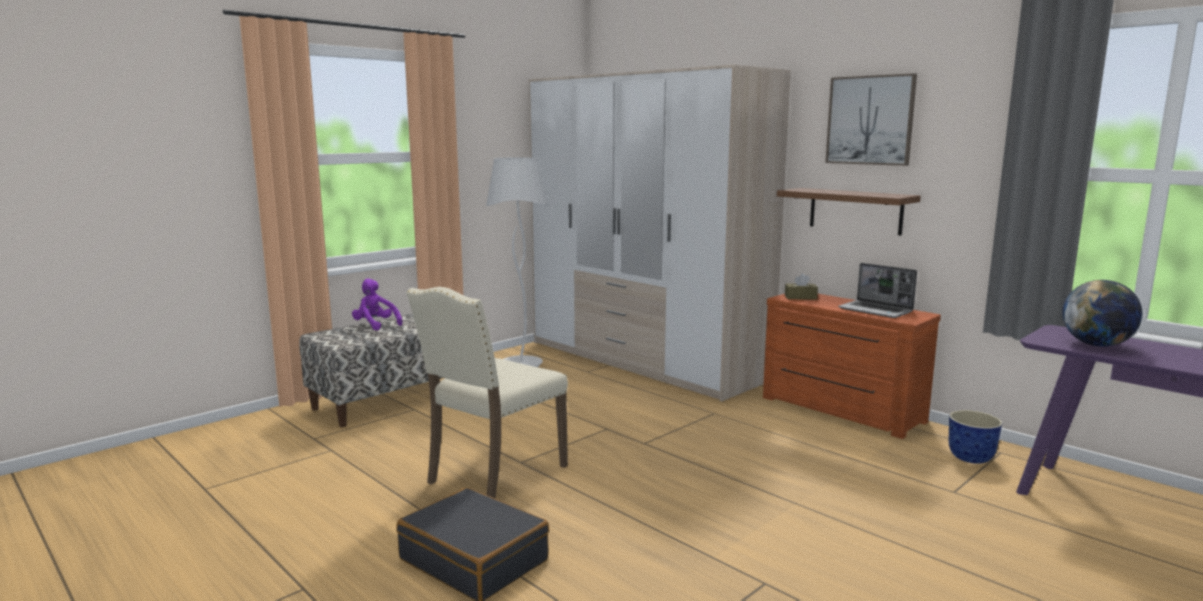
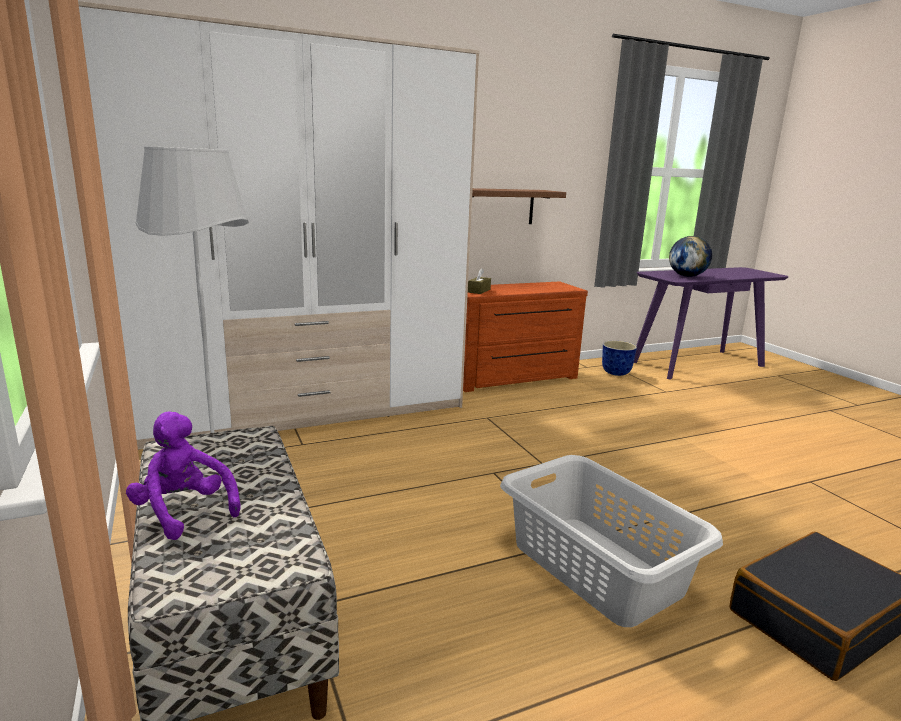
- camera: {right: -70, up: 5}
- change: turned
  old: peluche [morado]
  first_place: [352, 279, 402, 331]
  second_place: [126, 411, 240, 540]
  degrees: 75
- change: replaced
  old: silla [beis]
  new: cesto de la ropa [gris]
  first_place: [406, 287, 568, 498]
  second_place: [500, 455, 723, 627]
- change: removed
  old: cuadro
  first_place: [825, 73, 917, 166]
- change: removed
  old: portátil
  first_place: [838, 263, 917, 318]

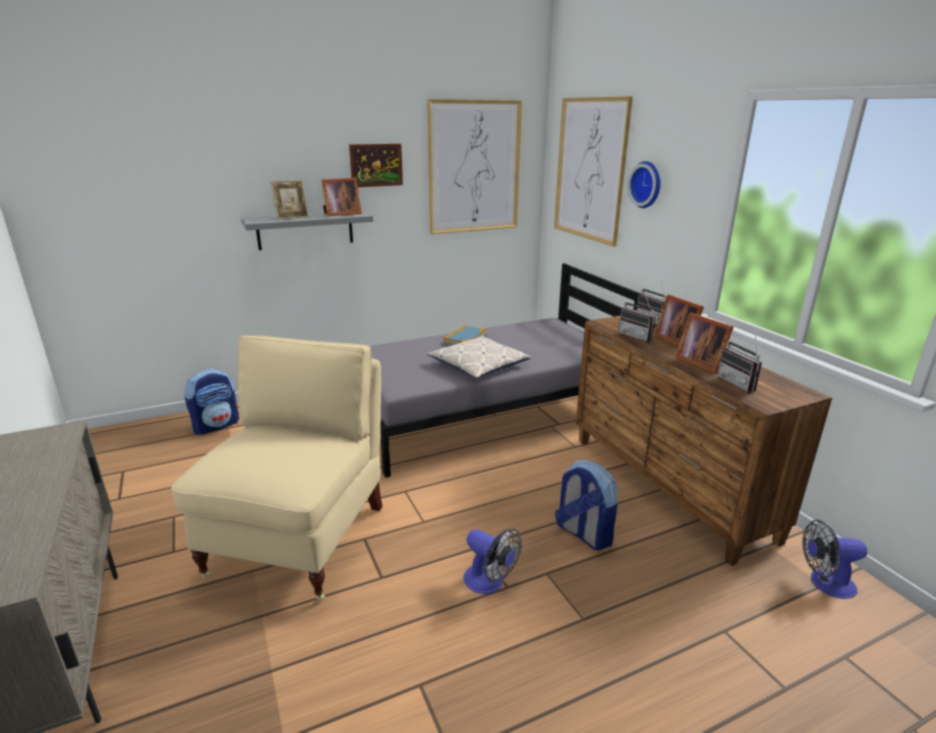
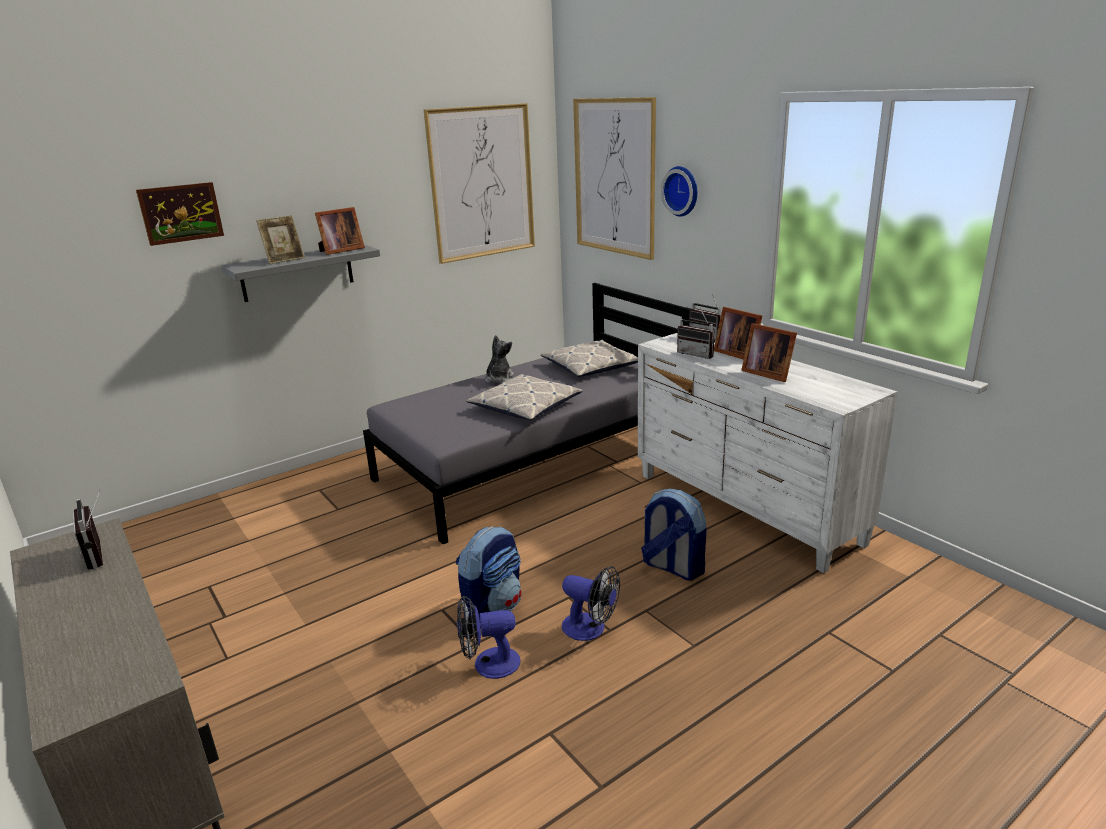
- camera: {right: -10, up: 0}
- change: moved
  old: radio
  first_place: [717, 336, 762, 393]
  second_place: [73, 488, 103, 570]
- change: moved
  old: cuadro
  first_place: [349, 144, 403, 187]
  second_place: [136, 182, 224, 246]
- change: moved
  old: mochila
  first_place: [185, 368, 239, 435]
  second_place: [456, 526, 521, 629]
- change: moved
  old: ventilador
  first_place: [802, 520, 868, 599]
  second_place: [457, 595, 521, 679]
- change: replaced
  old: libro
  new: peluche
  first_place: [444, 325, 486, 345]
  second_place: [485, 335, 514, 383]
- change: added
  new: cojín
  second_place: [541, 340, 638, 377]
- change: recoloured
  old: cómoda [marrón]
  new: cómoda [blanco]
  first_place: [576, 316, 832, 566]
  second_place: [638, 333, 897, 573]
- change: removed
  old: silla [beis]
  first_place: [171, 335, 382, 601]

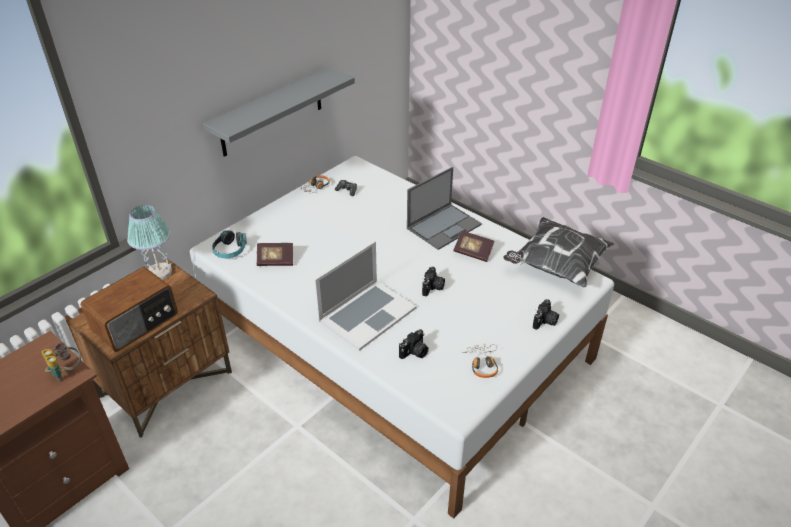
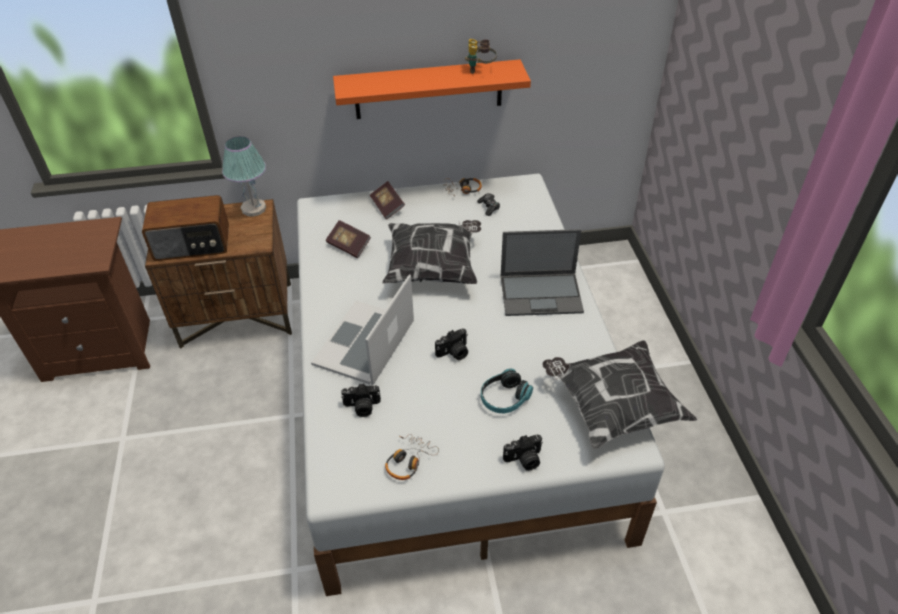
- camera: {right: 40, up: 5}
- change: turned
  old: portátil
  first_place: [315, 241, 417, 351]
  second_place: [311, 274, 414, 385]
  degrees: 120
- change: recoloured
  old: estante [gris]
  new: estante [naranja]
  first_place: [203, 67, 355, 157]
  second_place: [333, 59, 531, 119]
- change: moved
  old: libro
  first_place: [454, 231, 494, 262]
  second_place: [370, 181, 405, 220]
- change: added
  new: cojín
  second_place: [382, 220, 481, 284]
- change: moved
  old: prismáticos
  first_place: [41, 343, 81, 382]
  second_place: [465, 39, 497, 74]
- change: moved
  old: auriculares
  first_place: [212, 230, 247, 258]
  second_place: [481, 369, 533, 413]

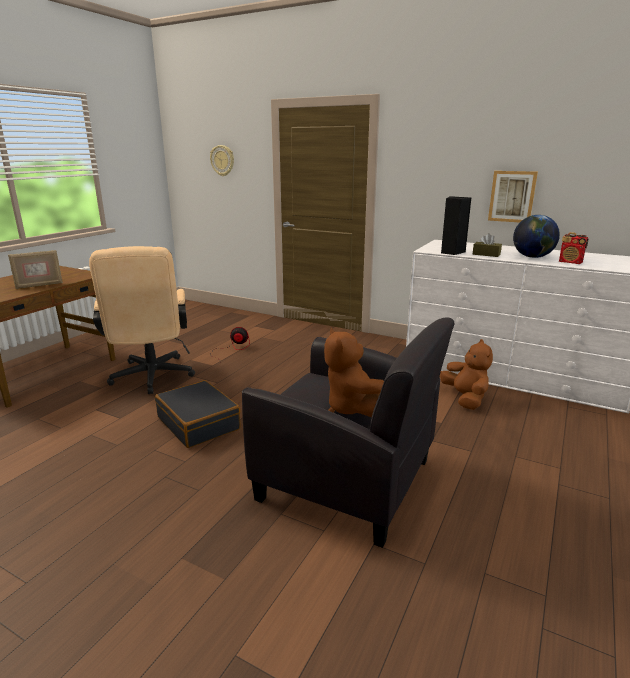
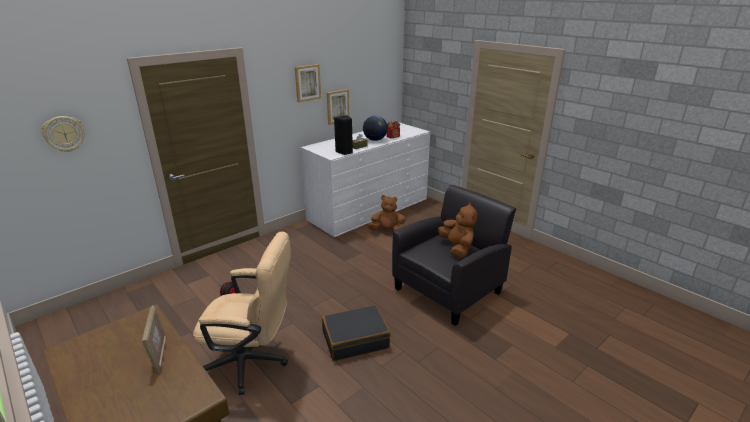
- camera: {right: -70, up: 5}
- change: added
  new: cuadro
  second_place: [295, 64, 321, 102]
- change: turned
  old: peluche [marrón]
  first_place: [324, 328, 384, 417]
  second_place: [438, 203, 477, 258]
  degrees: -105

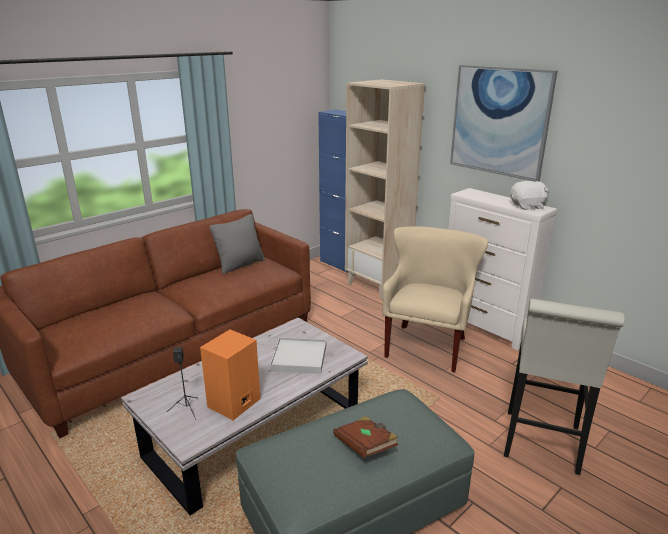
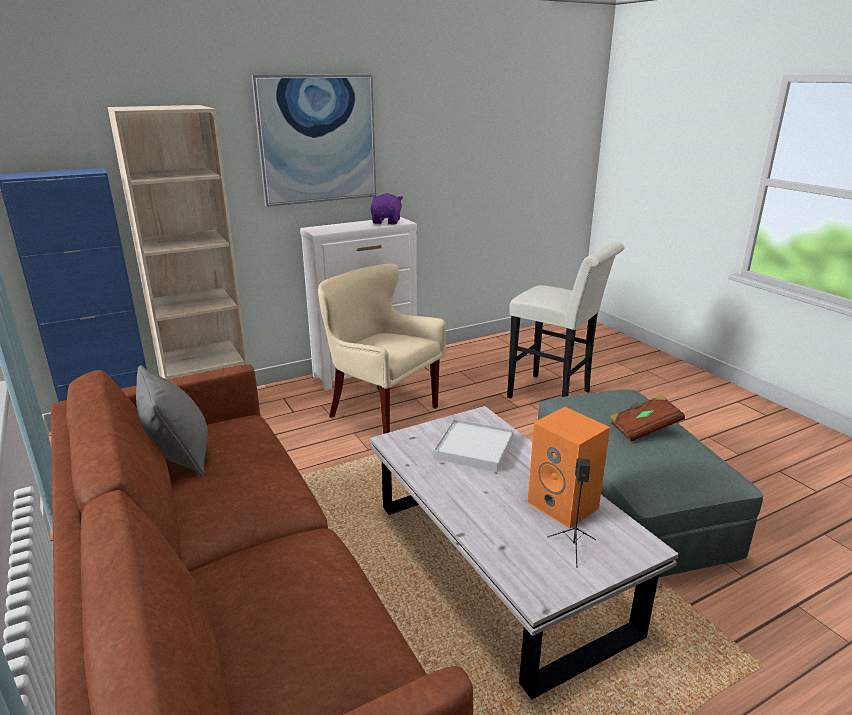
- camera: {right: -75, up: 0}
- change: recoloured
  old: peluche [blanco]
  new: peluche [morado]
  first_place: [510, 181, 549, 210]
  second_place: [370, 193, 403, 224]

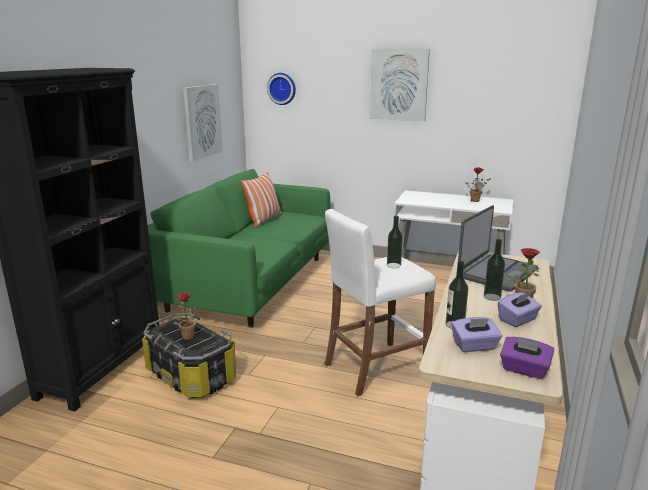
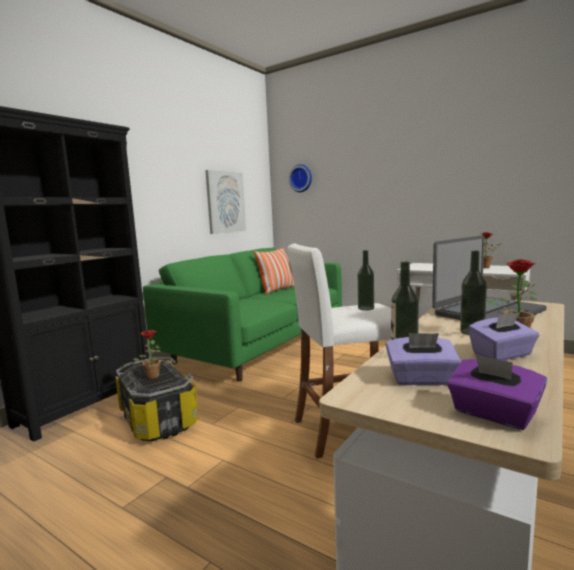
- camera: {right: 15, up: -10}
- change: removed
  old: cuadro
  first_place: [370, 49, 430, 121]

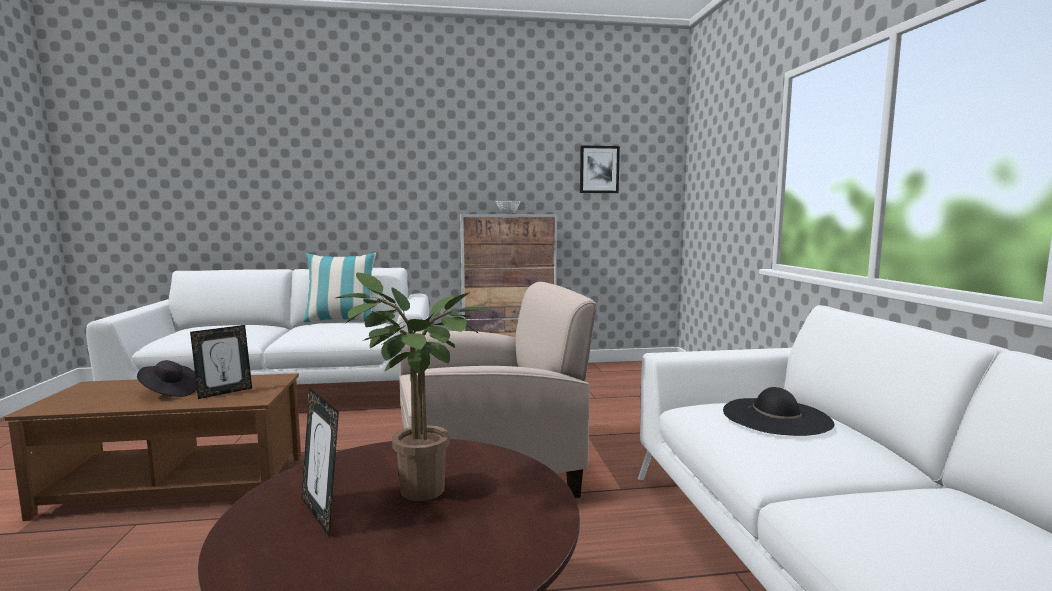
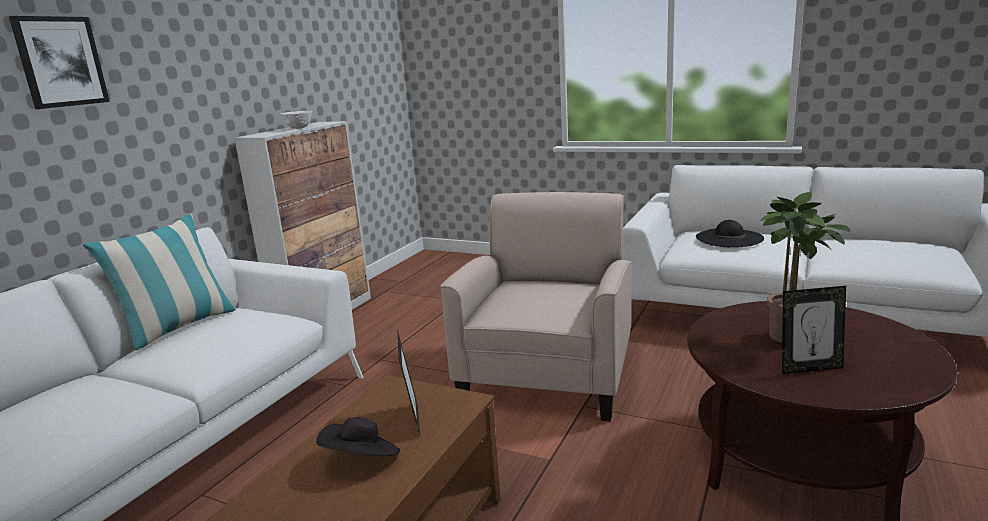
- camera: {right: -55, up: 10}
- change: moved
  old: cuadro
  first_place: [580, 145, 620, 193]
  second_place: [9, 16, 110, 109]

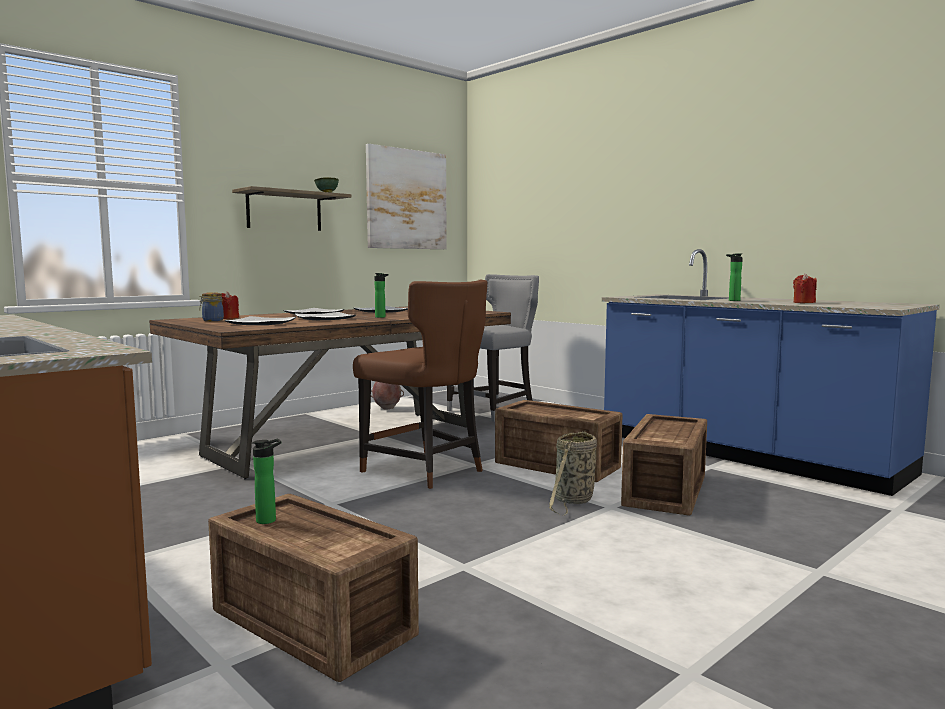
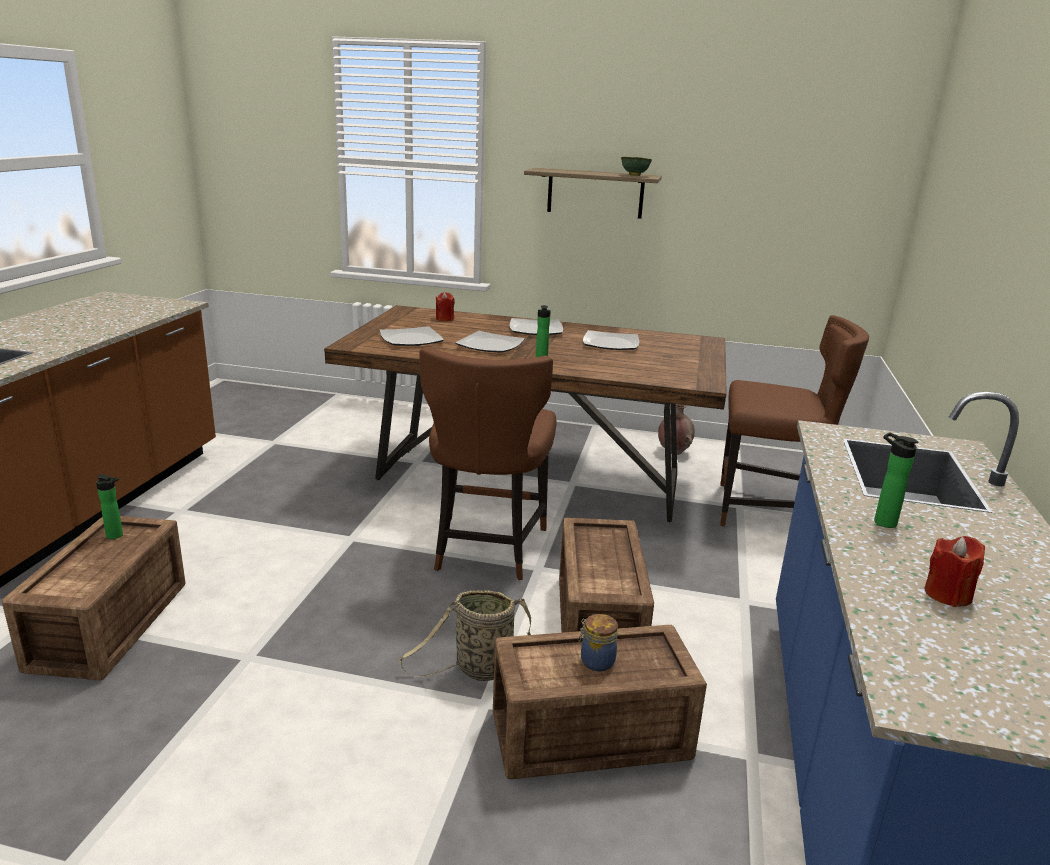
- camera: {right: 55, up: 15}
- change: moved
  old: tarro
  first_place: [199, 292, 224, 321]
  second_place: [578, 614, 618, 671]
- change: recoloured
  old: silla [gris]
  new: silla [marrón]
  first_place: [447, 274, 539, 422]
  second_place: [720, 315, 869, 527]
- change: removed
  old: cuadro
  first_place: [366, 144, 447, 249]

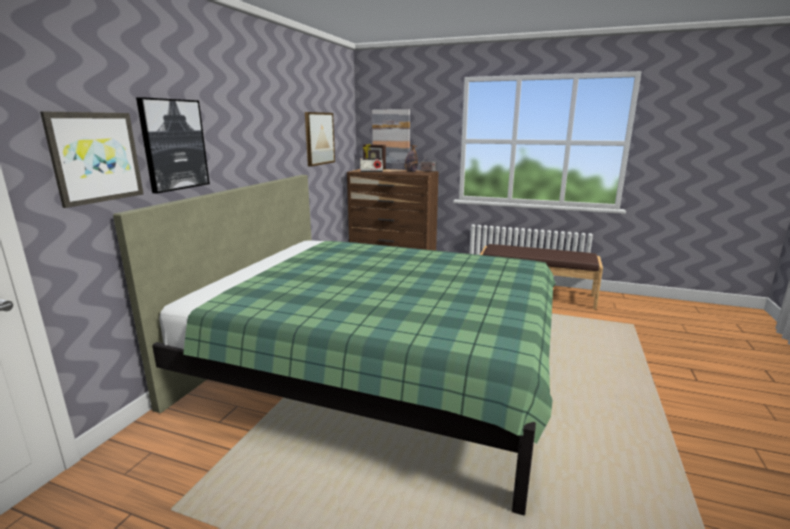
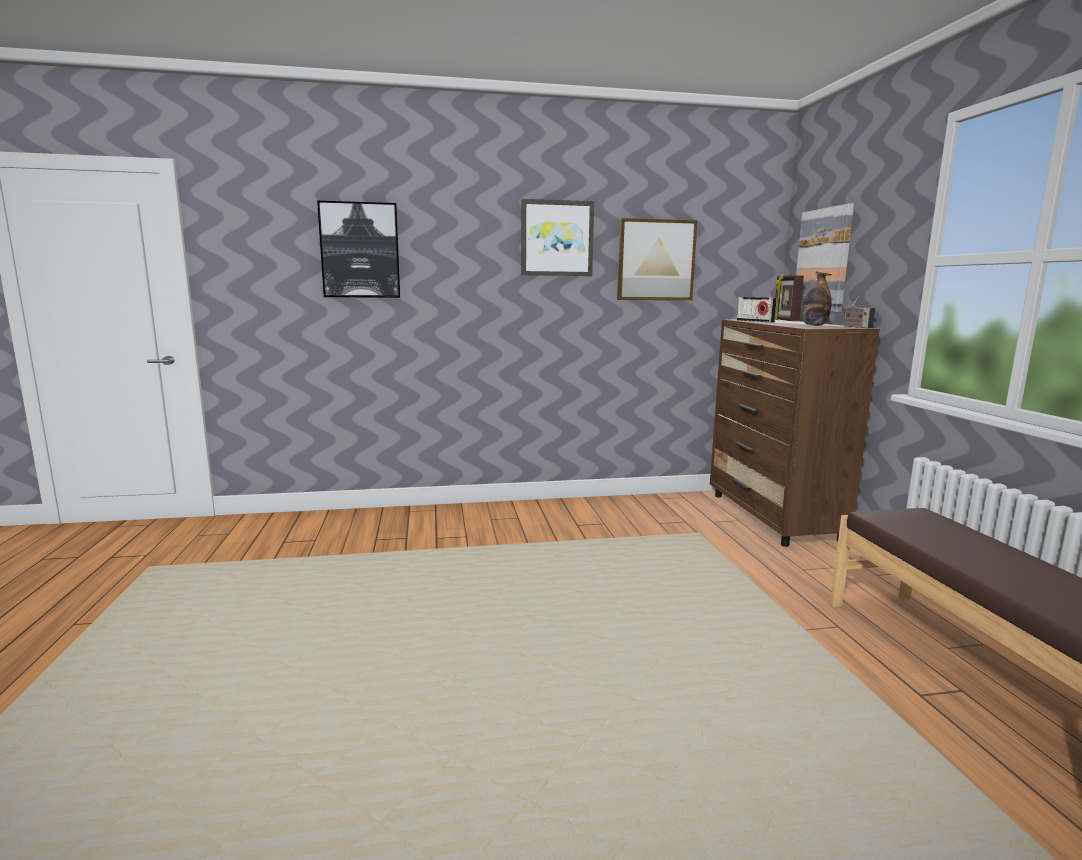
- camera: {right: 60, up: -5}
- change: moved
  old: cuadro
  first_place: [40, 111, 143, 208]
  second_place: [521, 199, 594, 276]
- change: removed
  old: cama [verde]
  first_place: [113, 175, 556, 515]

